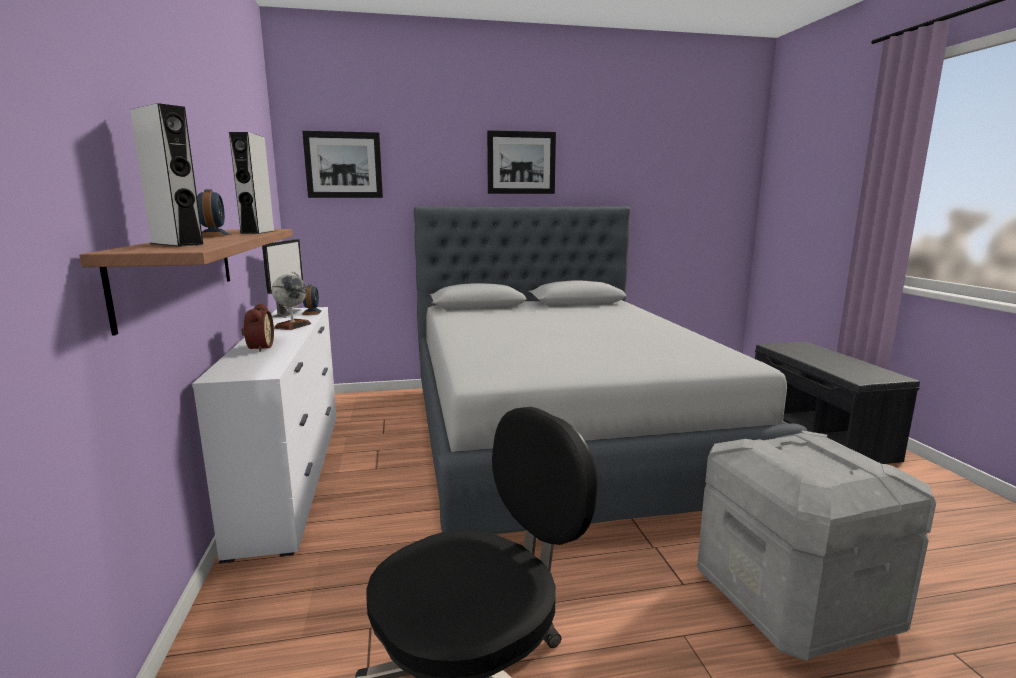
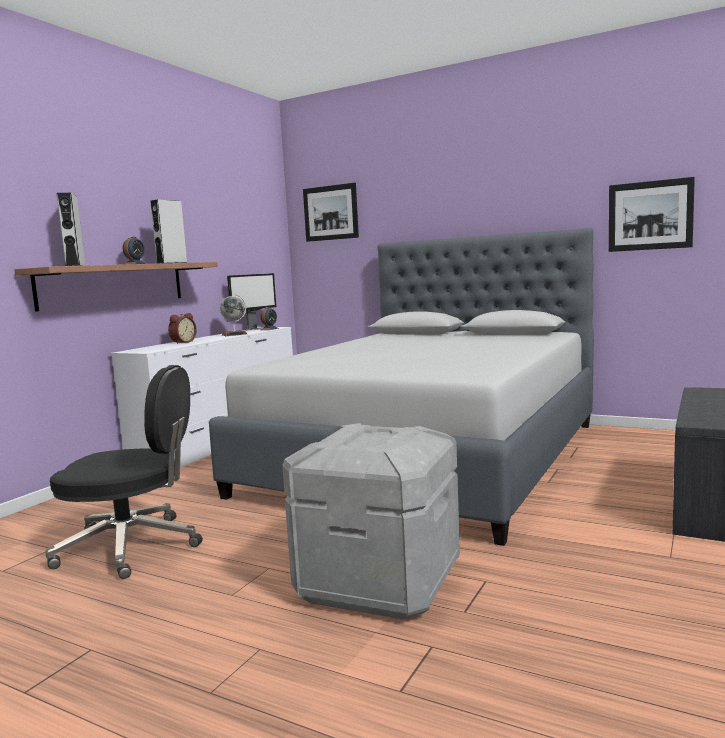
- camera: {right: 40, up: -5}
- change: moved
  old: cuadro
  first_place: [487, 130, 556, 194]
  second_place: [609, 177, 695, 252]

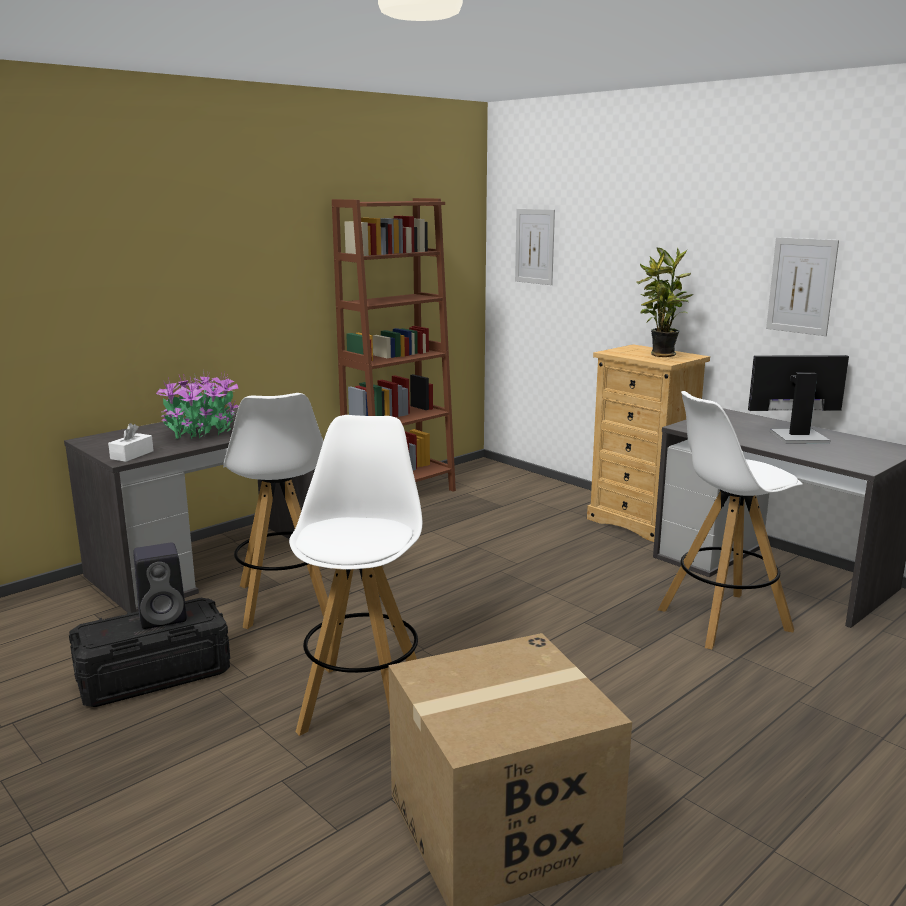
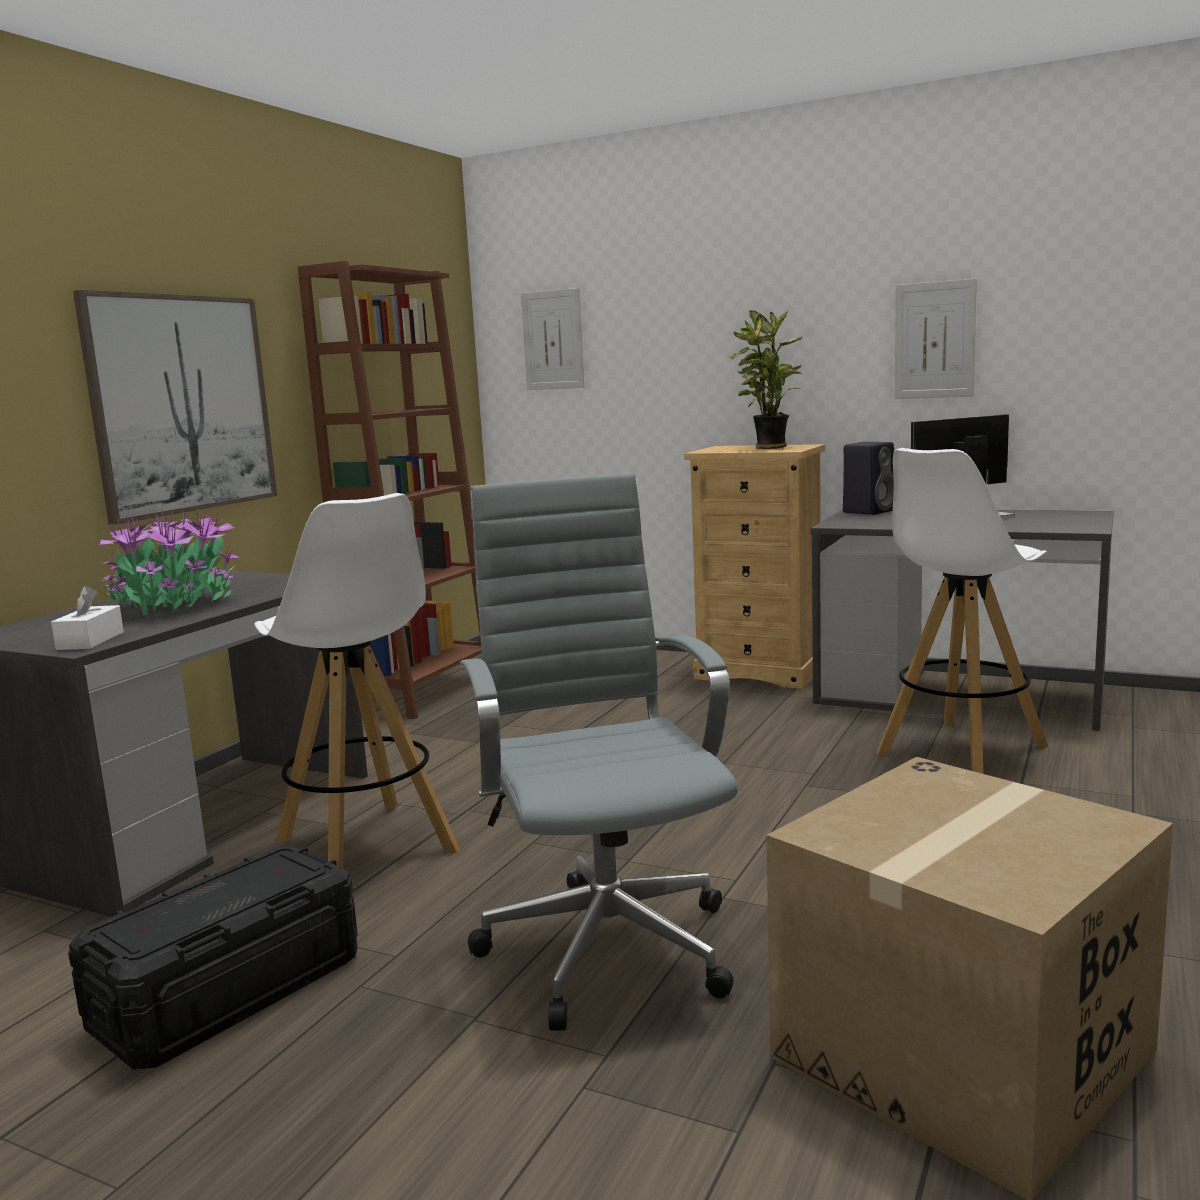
- camera: {right: -20, up: -5}
- change: added
  new: cuadro
  second_place: [73, 290, 277, 524]
- change: replaced
  old: taburete [blanco]
  new: silla de oficina [gris]
  first_place: [289, 415, 422, 736]
  second_place: [460, 473, 737, 1031]
- change: moved
  old: altavoz [negro]
  first_place: [133, 543, 187, 629]
  second_place: [843, 442, 894, 515]

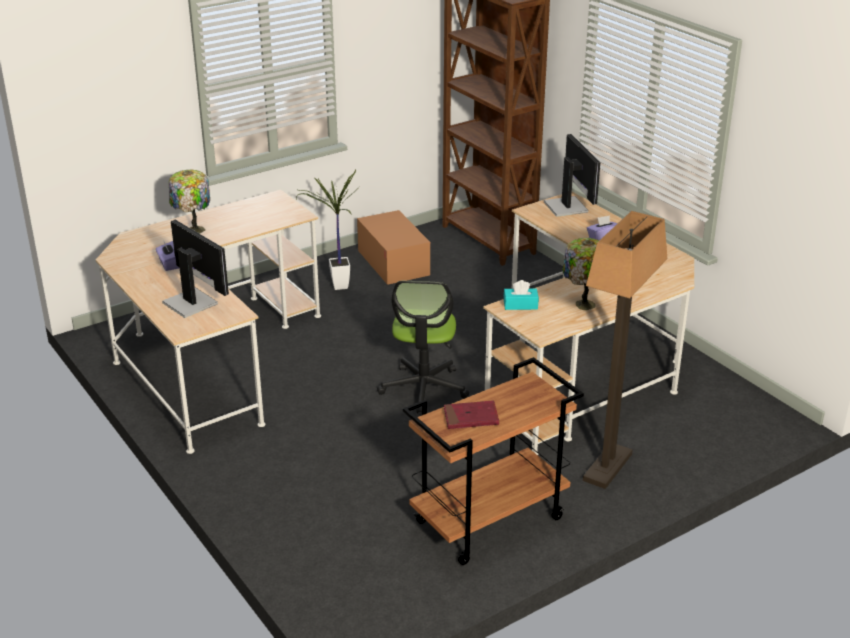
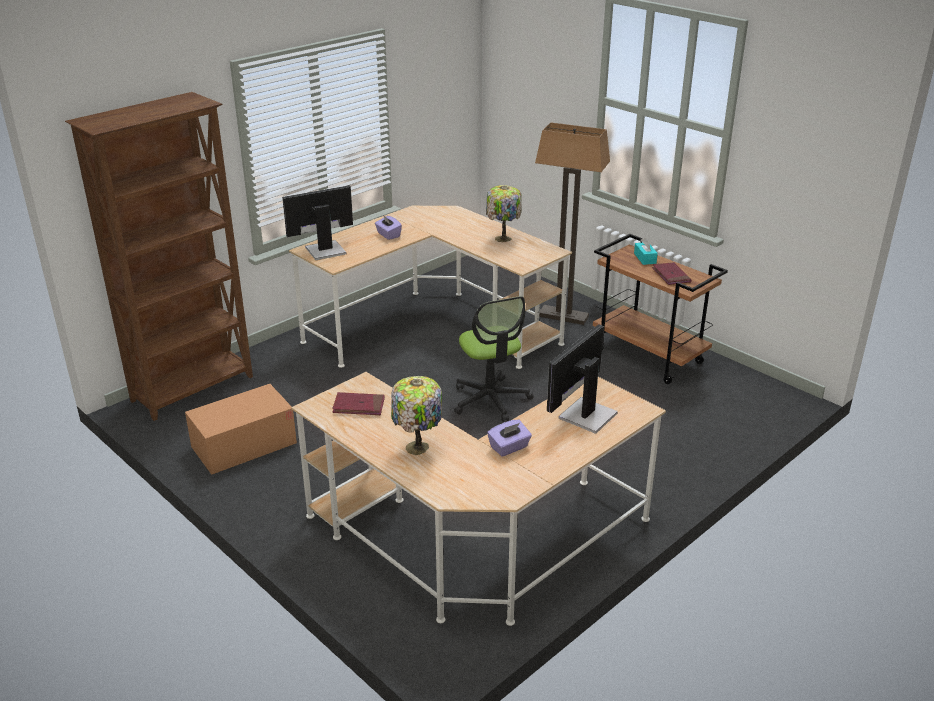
- camera: {right: -100, up: 0}
- change: added
  new: libro [rojo]
  second_place: [332, 392, 385, 415]
- change: turned
  old: silla de oficina
  first_place: [377, 281, 469, 413]
  second_place: [454, 296, 534, 422]
  degrees: 75
- change: moved
  old: caja de pañuelos [turquesa]
  first_place: [504, 280, 539, 310]
  second_place: [634, 238, 658, 265]
- change: removed
  old: planta en maceta
  first_place: [295, 170, 361, 290]

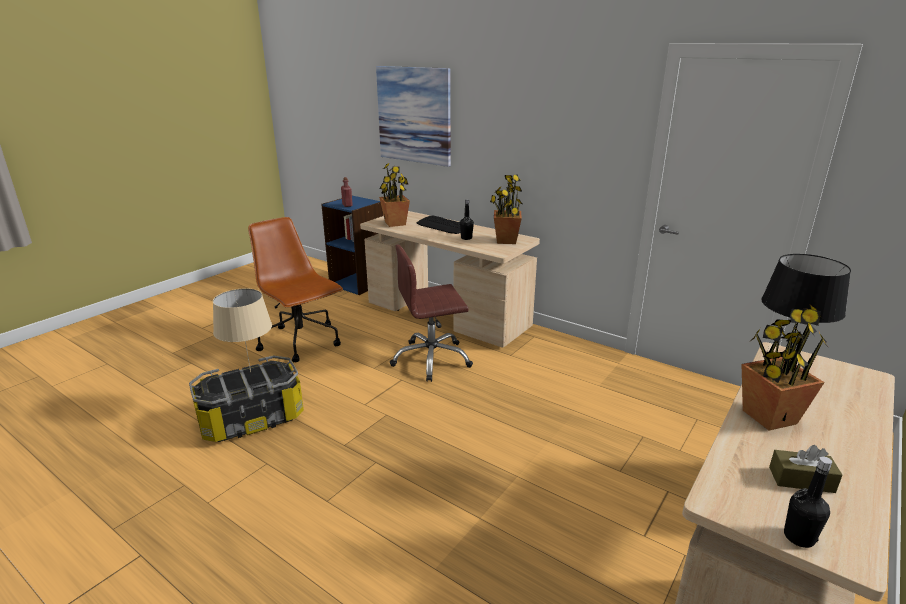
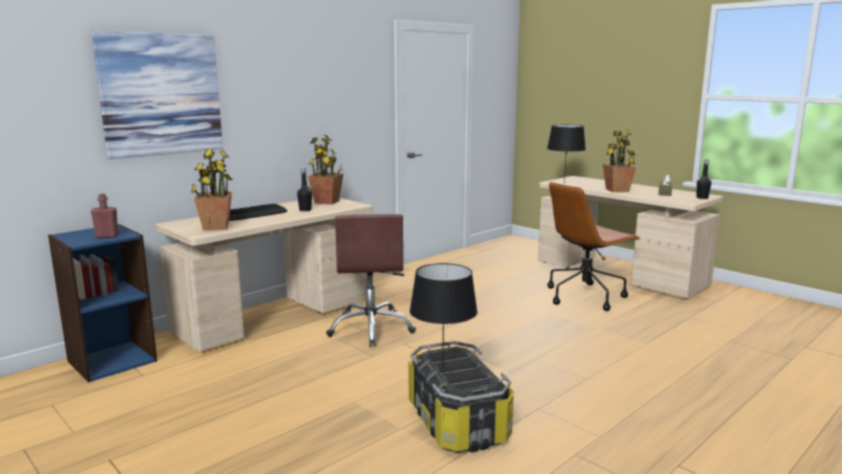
- camera: {right: -80, up: -10}
- change: recoloured
  old: lámpara de mesa [beis]
  new: lámpara de mesa [negro]
  first_place: [213, 288, 272, 372]
  second_place: [410, 263, 478, 367]
- change: moved
  old: silla de oficina [marrón]
  first_place: [248, 217, 343, 362]
  second_place: [548, 182, 640, 311]

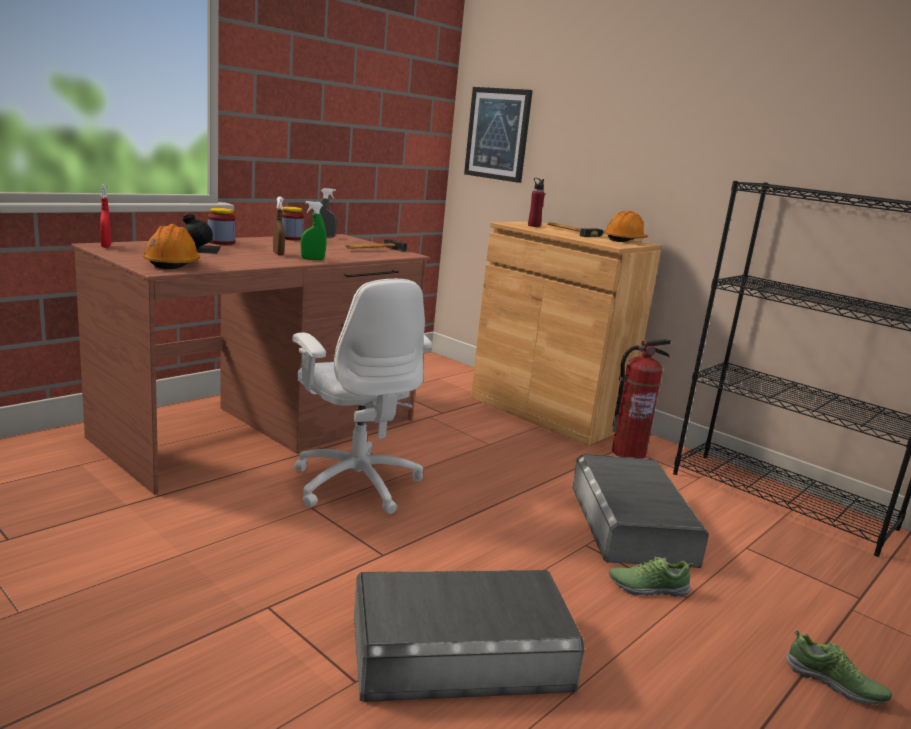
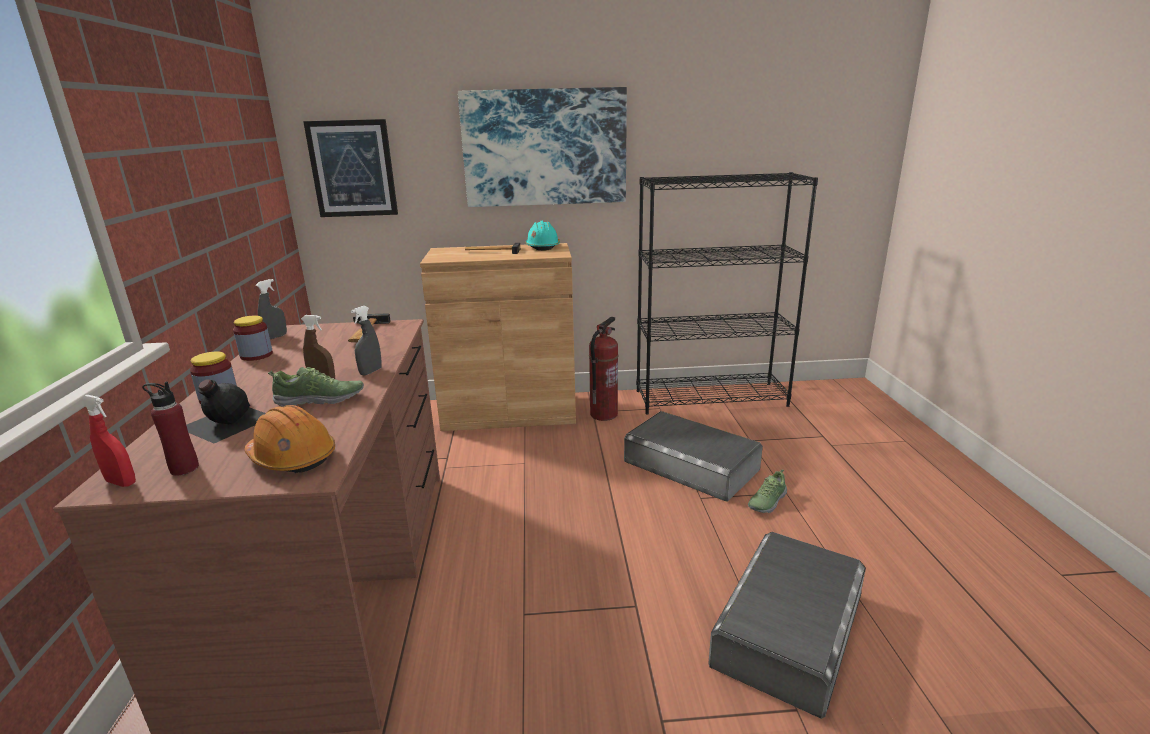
- camera: {right: -45, up: 5}
- change: moved
  old: botella [rojo]
  first_place: [528, 178, 545, 227]
  second_place: [142, 381, 199, 476]
- change: moved
  old: zapato
  first_place: [786, 630, 892, 705]
  second_place: [268, 367, 364, 407]
- change: recoloured
  old: pulverizador [verde]
  new: pulverizador [gris]
  first_place: [301, 201, 327, 260]
  second_place: [351, 306, 382, 376]
- change: added
  new: cuadro
  second_place: [458, 87, 627, 207]
- change: recoloured
  old: casco [naranja]
  new: casco [turquesa]
  first_place: [604, 211, 648, 242]
  second_place: [525, 221, 560, 251]
- change: removed
  old: silla de oficina [blanco]
  first_place: [292, 279, 432, 514]

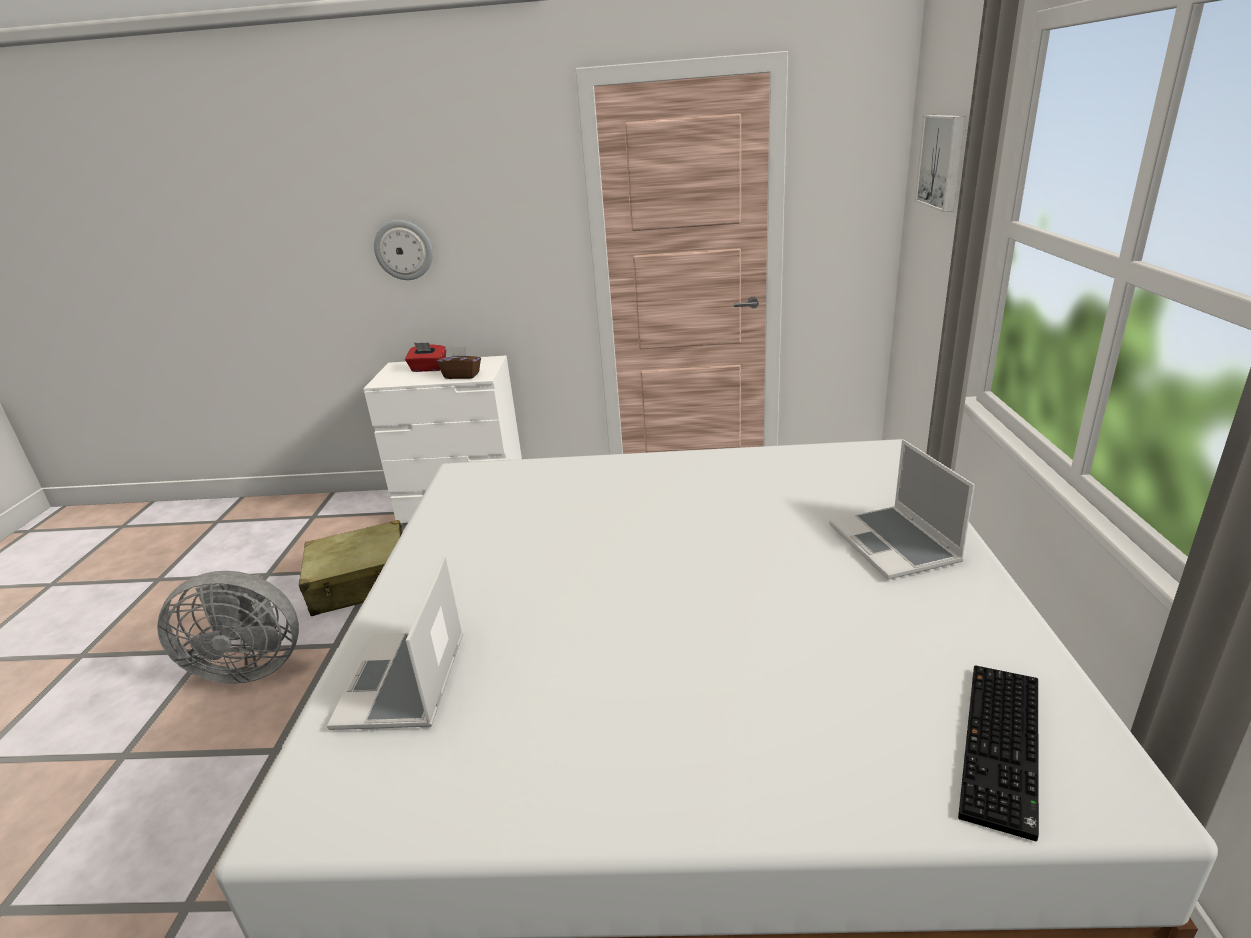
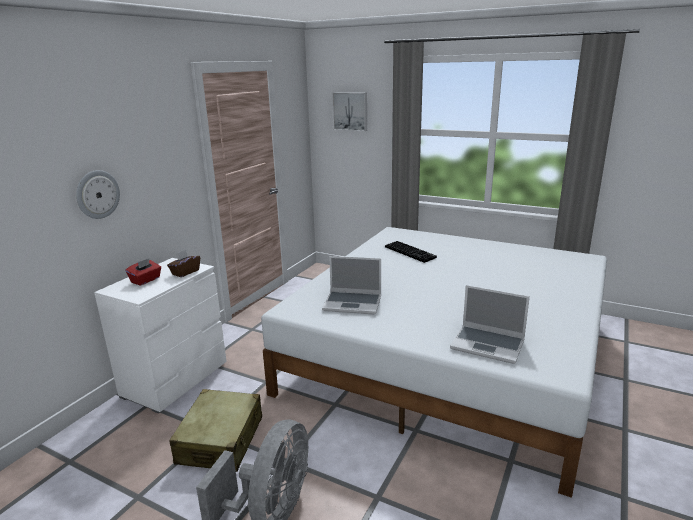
- camera: {right: -65, up: -5}
- change: moved
  old: portátil
  first_place: [829, 439, 975, 580]
  second_place: [322, 256, 381, 314]
- change: moved
  old: teclado
  first_place: [958, 665, 1039, 841]
  second_place: [385, 241, 437, 263]

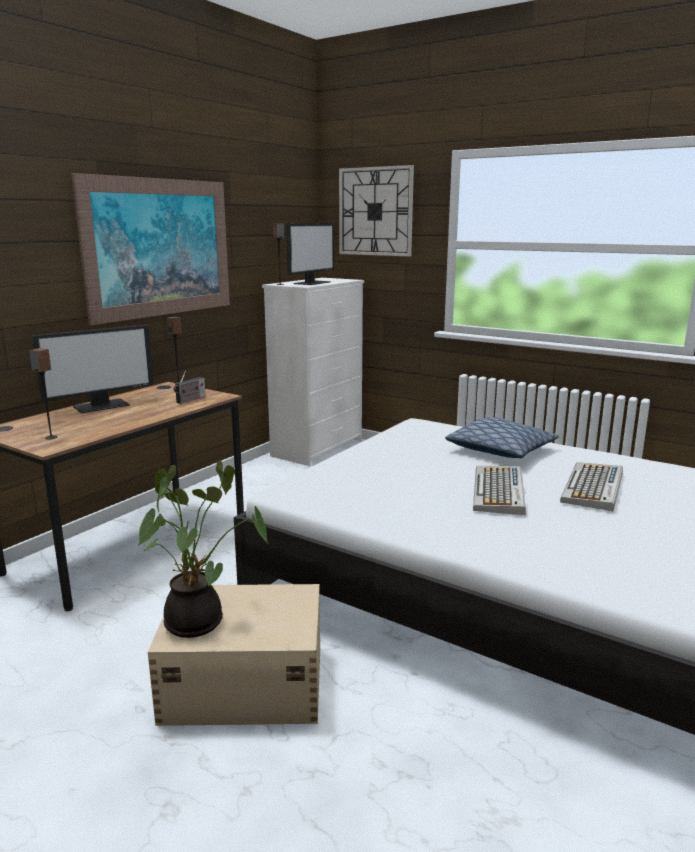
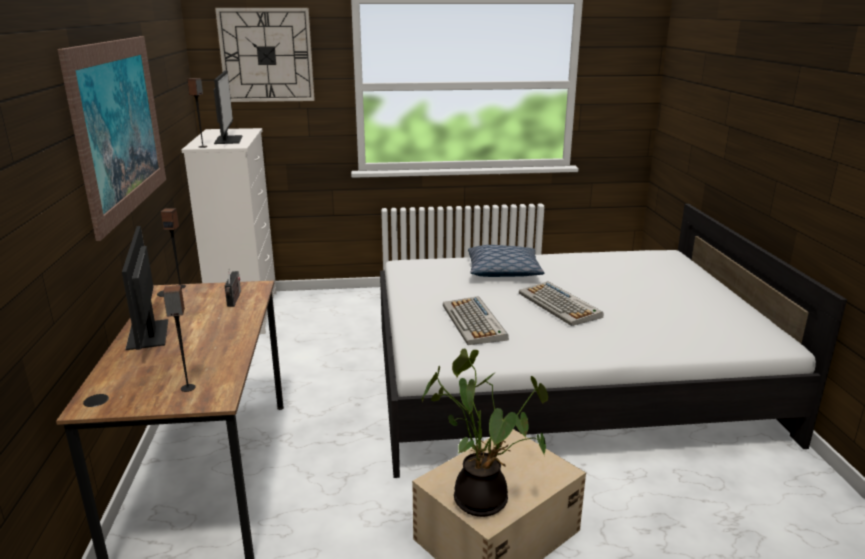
- camera: {right: -40, up: 5}
- change: turned
  old: monitor
  first_place: [32, 325, 154, 413]
  second_place: [122, 226, 168, 350]
  degrees: 150
- change: moved
  old: teclado
  first_place: [560, 462, 623, 511]
  second_place: [443, 296, 509, 345]

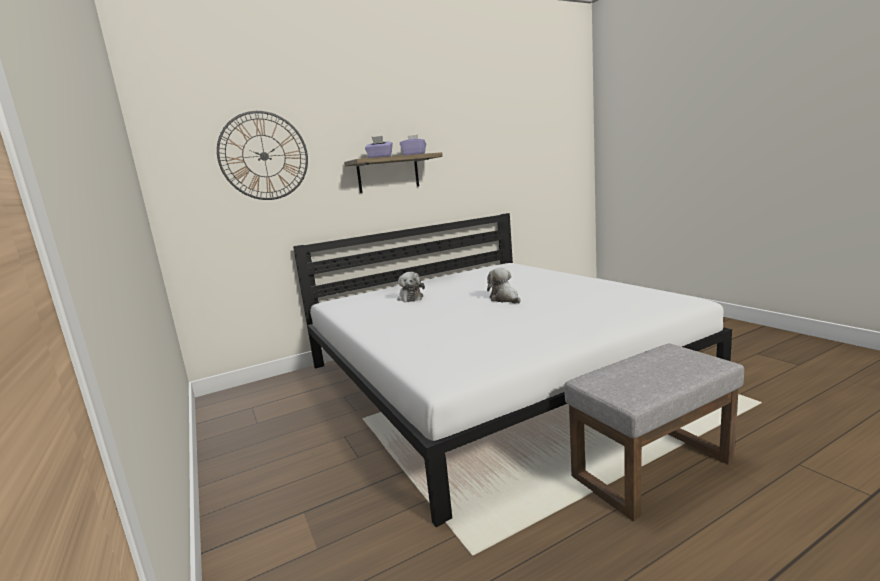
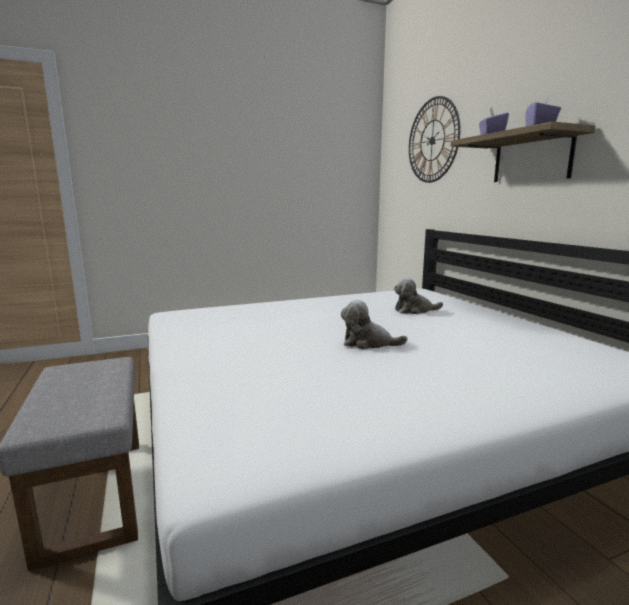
- camera: {right: 95, up: 0}
- change: turned
  old: peluche
  first_place: [487, 268, 521, 304]
  second_place: [341, 300, 408, 349]
  degrees: -150

